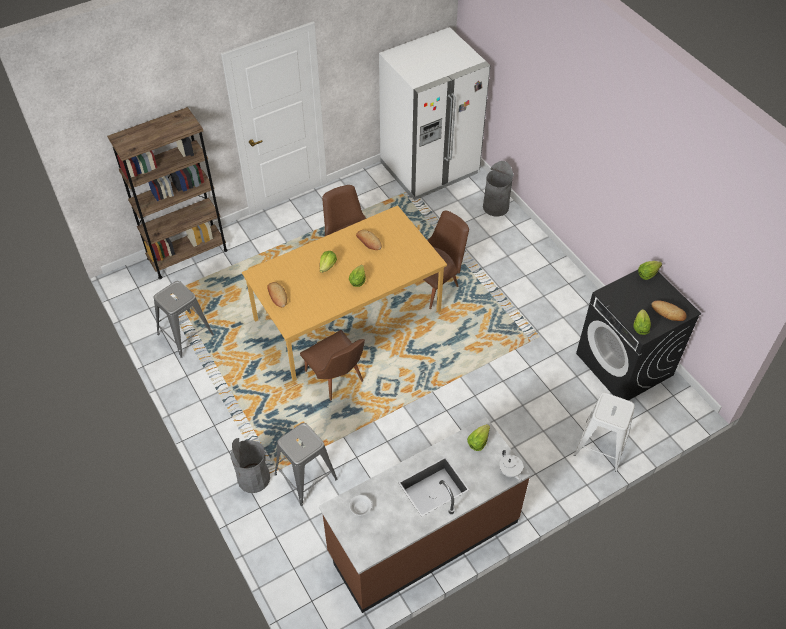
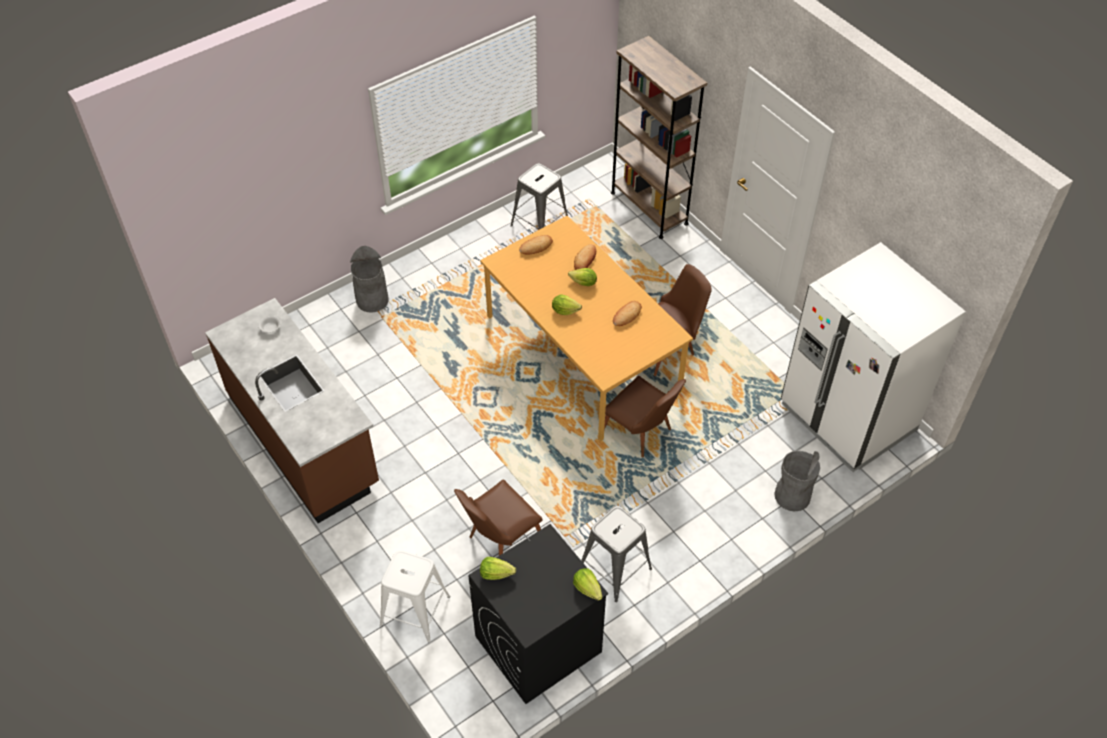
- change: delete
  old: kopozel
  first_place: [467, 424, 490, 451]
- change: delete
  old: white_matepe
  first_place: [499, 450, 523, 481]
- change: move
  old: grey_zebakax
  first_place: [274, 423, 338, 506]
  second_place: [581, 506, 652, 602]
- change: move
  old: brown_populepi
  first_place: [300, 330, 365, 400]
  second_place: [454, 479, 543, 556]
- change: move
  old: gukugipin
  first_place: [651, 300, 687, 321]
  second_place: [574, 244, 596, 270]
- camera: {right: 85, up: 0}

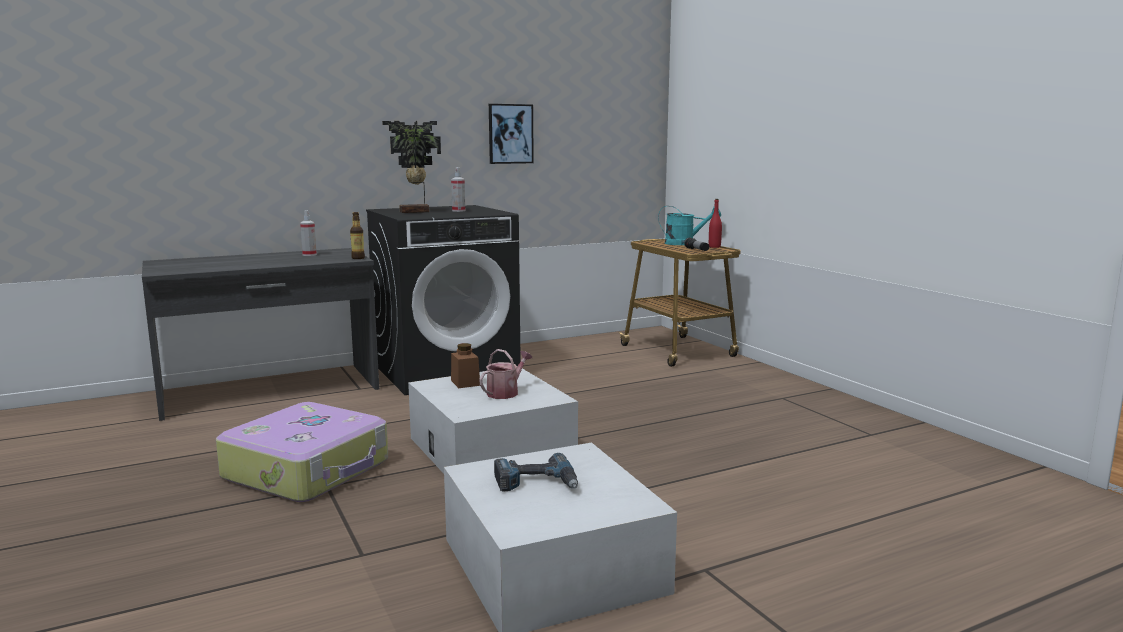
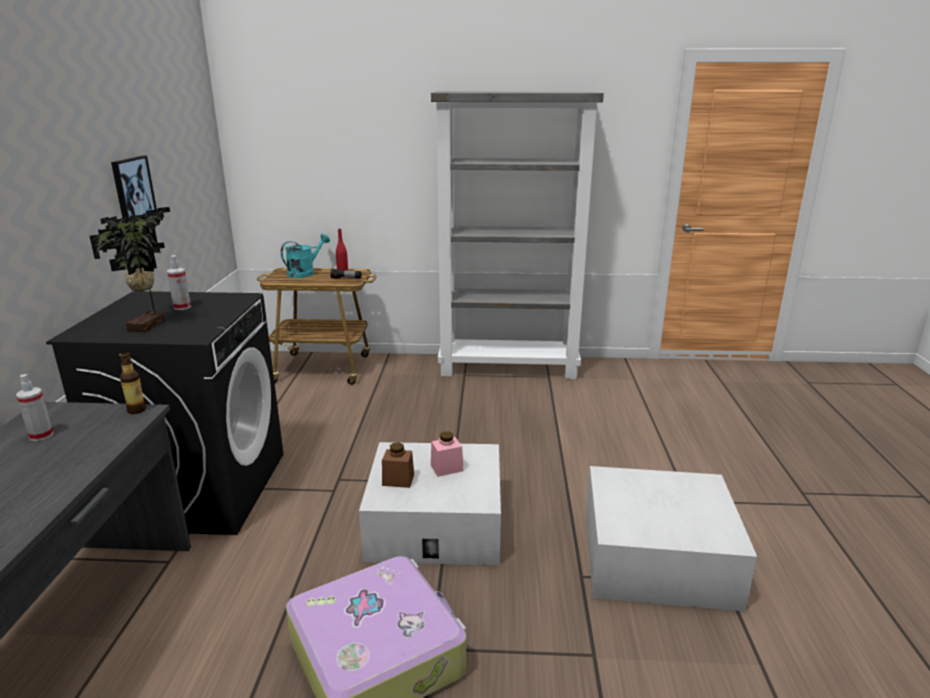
- change: delete
  old: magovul
  first_place: [494, 453, 578, 492]
- change: insert
  new: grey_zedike
  second_place: [431, 91, 604, 379]
- change: replace
  old: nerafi
  new: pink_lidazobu
  first_place: [479, 349, 532, 399]
  second_place: [431, 431, 464, 477]
- camera: {right: -60, up: 10}

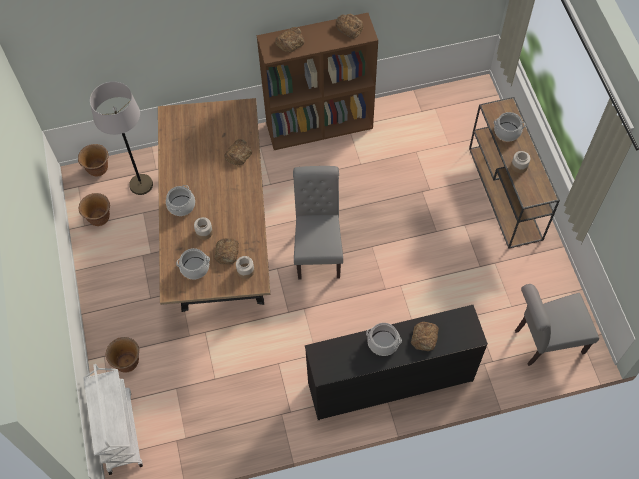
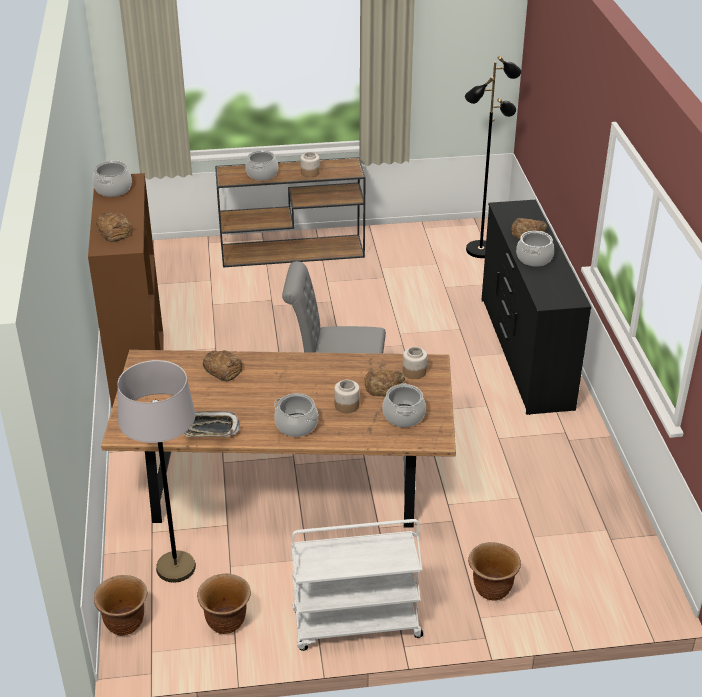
- change: insert
  new: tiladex
  second_place: [184, 411, 240, 437]
- change: move
  old: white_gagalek
  first_place: [83, 364, 143, 475]
  second_place: [291, 519, 423, 651]
- change: replace
  old: gukugipin
  new: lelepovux
  first_place: [336, 14, 363, 39]
  second_place: [92, 161, 132, 197]
- change: replace
  old: grey_populepi
  new: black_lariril
  first_place: [515, 284, 599, 366]
  second_place: [465, 56, 521, 258]
- camera: {right: -85, up: -25}

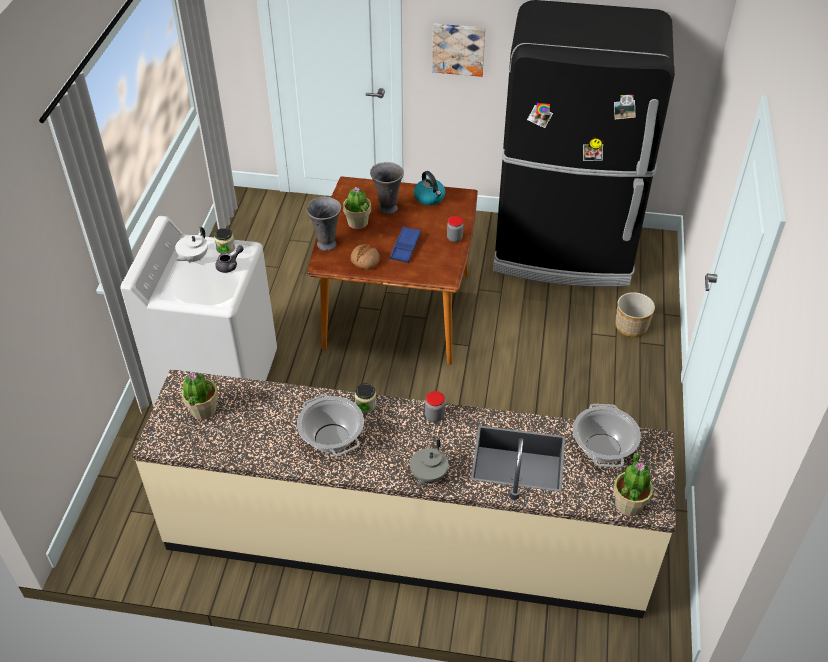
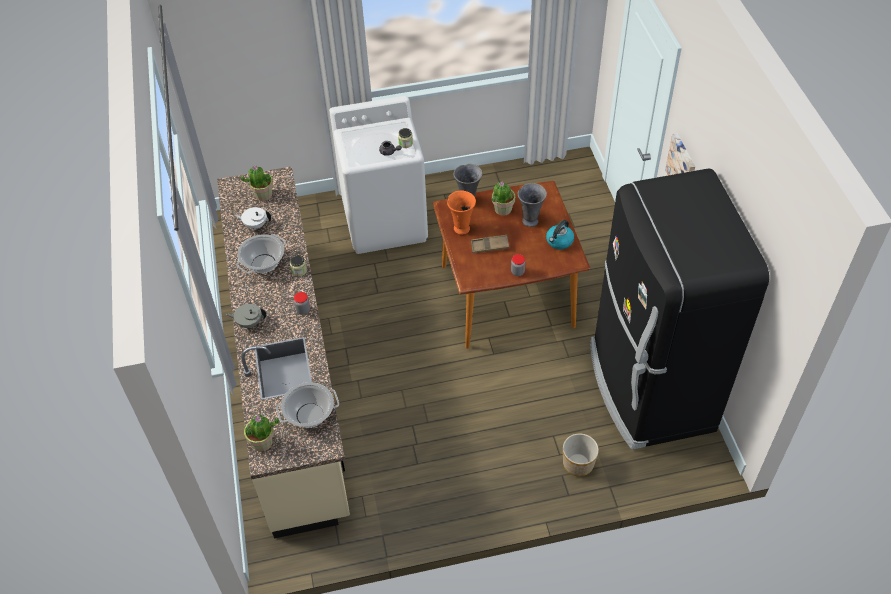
- change: move
  old: white_matepe
  first_place: [175, 227, 208, 263]
  second_place: [234, 207, 271, 229]
- change: replace
  old: gukugipin
  new: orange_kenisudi
  first_place: [351, 244, 380, 270]
  second_place: [447, 191, 476, 235]
- change: recolor
  old: blue_tiladex
  new: brown_tiladex
  first_place: [390, 226, 421, 263]
  second_place: [471, 235, 509, 253]
- camera: {right: 70, up: 5}

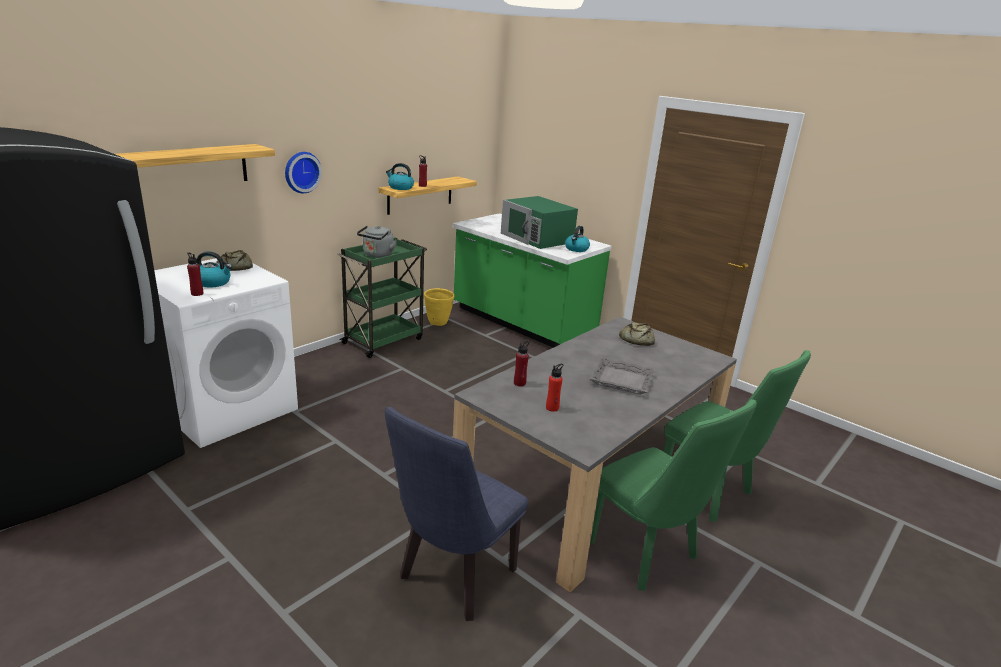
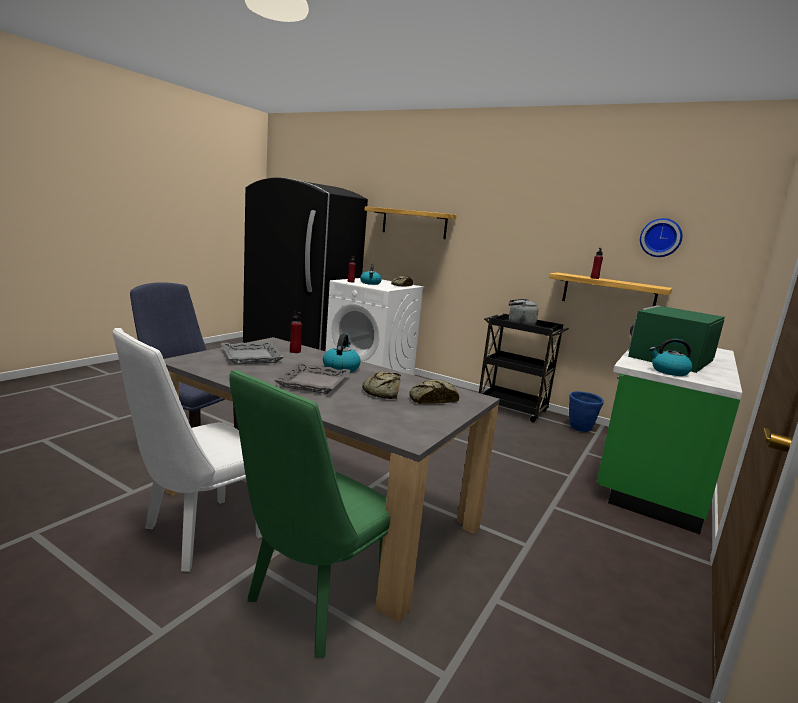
- change: insert
  new: gukugipin
  second_place: [362, 371, 401, 399]
- change: move
  old: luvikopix
  first_place: [285, 152, 322, 193]
  second_place: [640, 218, 683, 257]
- change: move
  old: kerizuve
  first_place: [386, 163, 414, 190]
  second_place: [323, 334, 361, 373]
- change: replace
  old: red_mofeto
  new: grey_tiladex
  first_place: [546, 364, 563, 412]
  second_place: [221, 342, 284, 364]
- change: recolor
  old: green_gagalek
  new: black_gagalek
  first_place: [337, 238, 427, 358]
  second_place: [479, 313, 569, 422]
- change: recolor
  old: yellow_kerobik
  new: blue_kerobik
  first_place: [424, 288, 454, 326]
  second_place: [569, 391, 604, 432]
- change: recolor
  old: green_populepi
  new: white_populepi
  first_place: [590, 399, 757, 591]
  second_place: [113, 328, 262, 572]
- camera: {right: 80, up: -10}

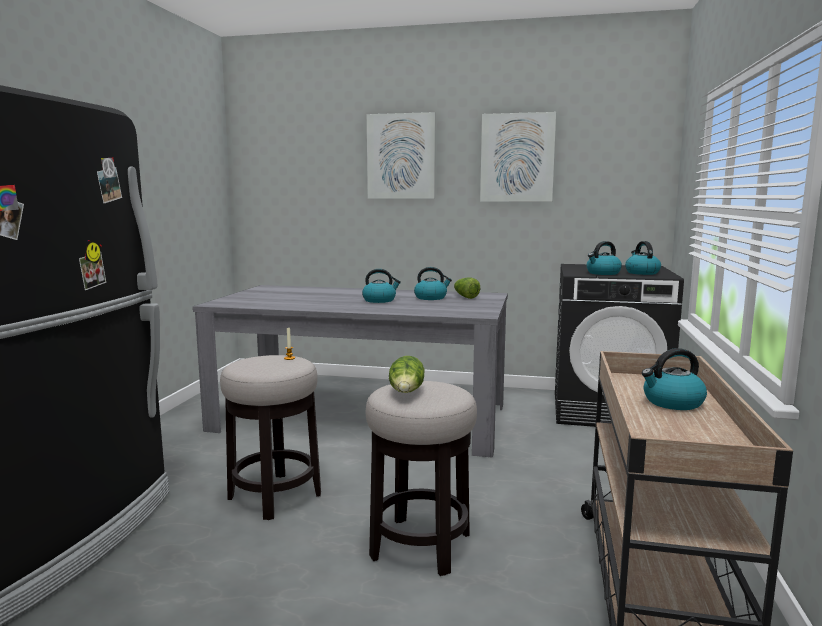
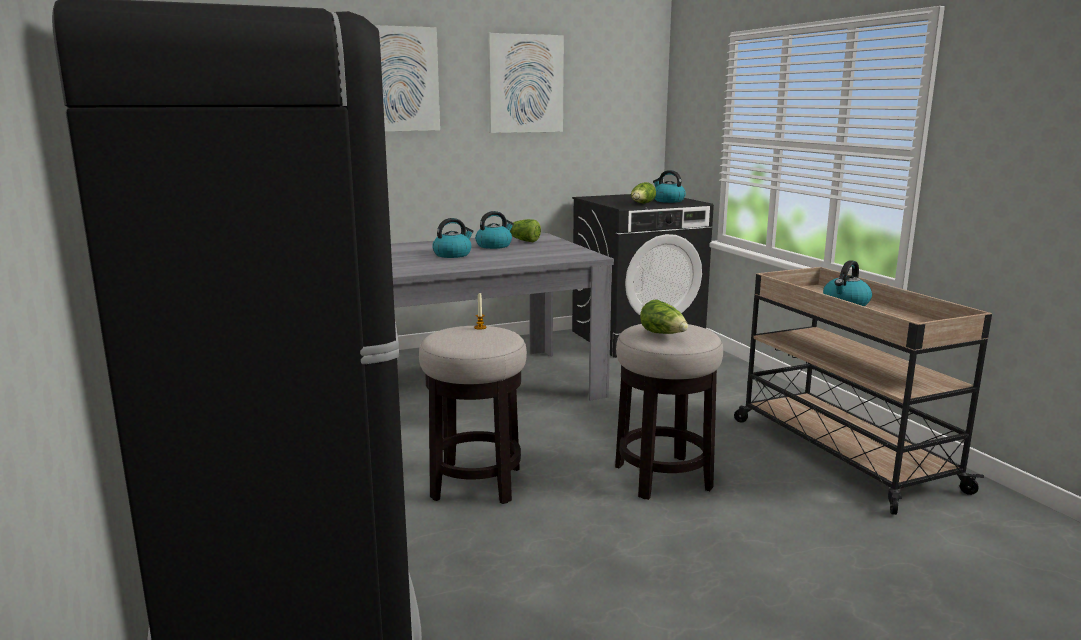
- change: replace
  old: kerizuve
  new: kopozel
  first_place: [587, 241, 622, 275]
  second_place: [631, 182, 656, 204]
- camera: {right: -35, up: 5}

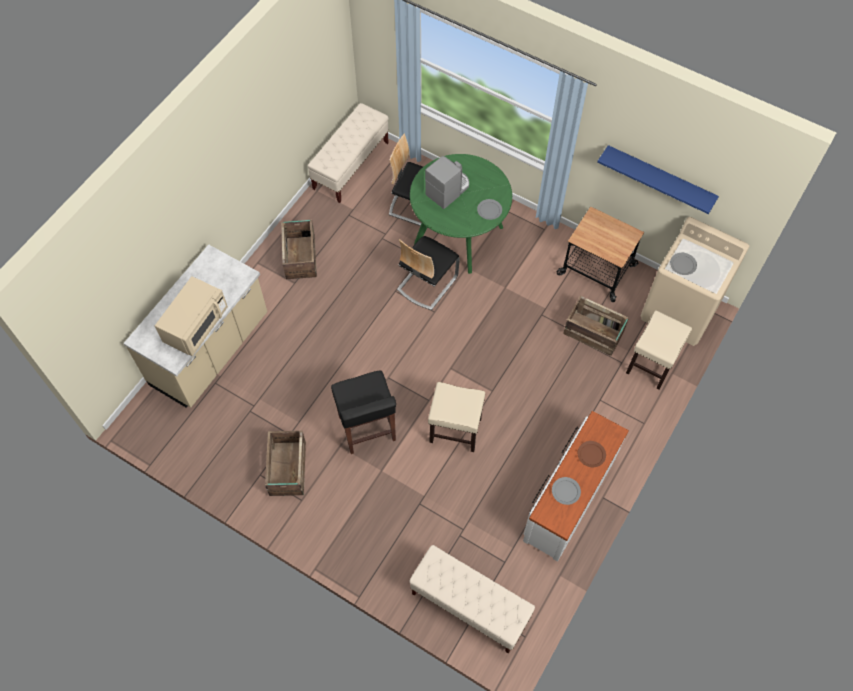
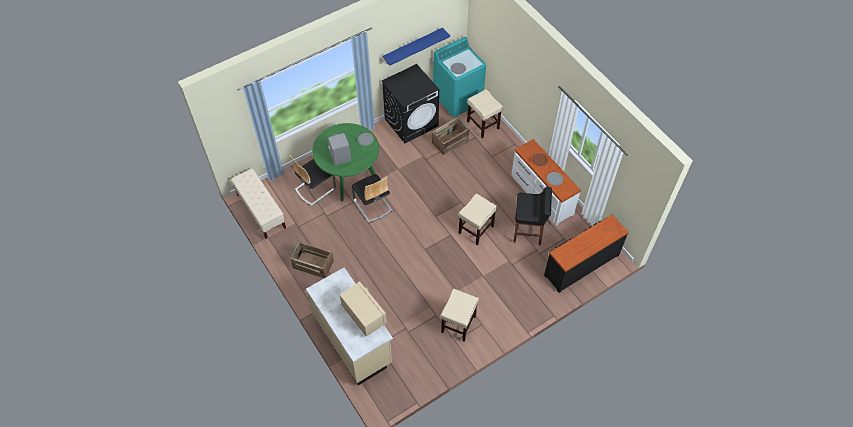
- change: move
  old: black_zebakax
  first_place: [331, 371, 396, 454]
  second_place: [513, 187, 552, 245]
- change: replace
  old: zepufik
  new: beige_zebakax
  first_place: [265, 431, 306, 496]
  second_place: [441, 289, 479, 342]
- change: replace
  old: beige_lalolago
  new: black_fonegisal
  first_place: [410, 545, 535, 654]
  second_place: [544, 215, 629, 293]
- change: replace
  old: gagalek
  new: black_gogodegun
  first_place: [556, 206, 644, 302]
  second_place: [382, 64, 439, 143]
- change: recolor
  old: beige_gogodegun
  new: turquoise_gogodegun
  first_place: [641, 217, 750, 346]
  second_place: [433, 37, 486, 117]
- camera: {right: -65, up: -5}

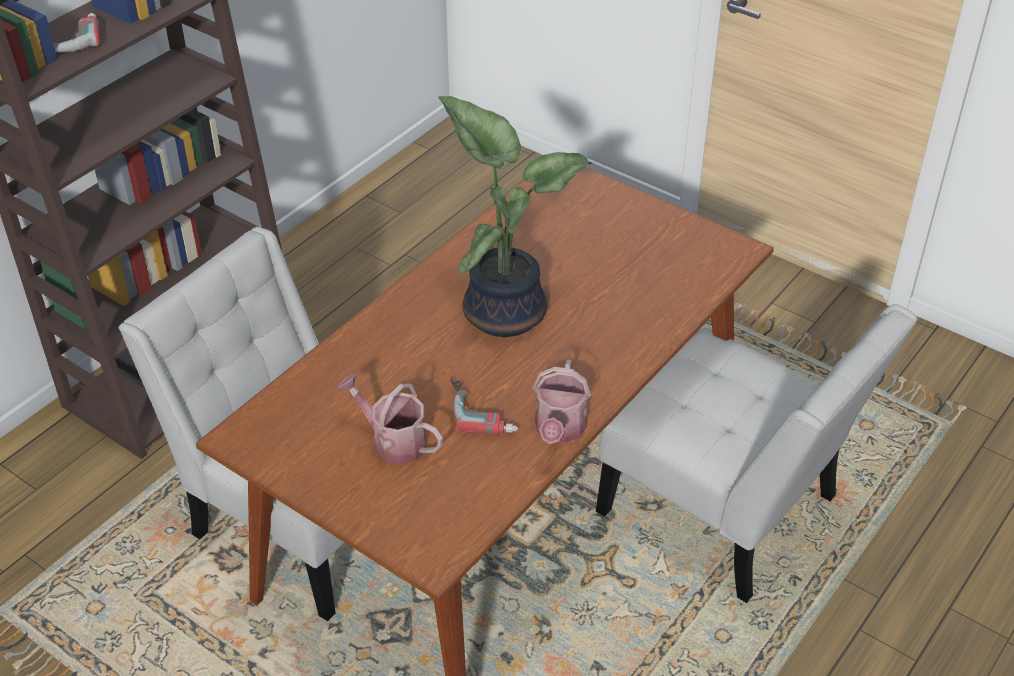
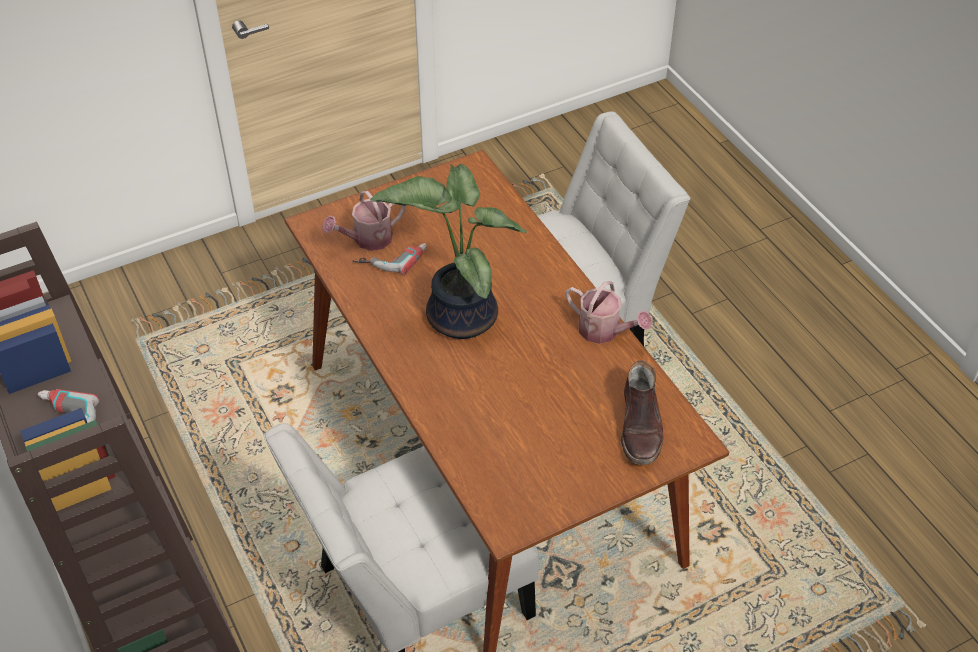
- change: insert
  new: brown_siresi
  second_place: [621, 360, 663, 465]
- change: move
  old: nerafi
  first_place: [336, 374, 443, 465]
  second_place: [322, 191, 406, 251]
- change: move
  old: magovul
  first_place: [450, 377, 519, 435]
  second_place: [352, 243, 426, 275]
- camera: {right: -65, up: 5}

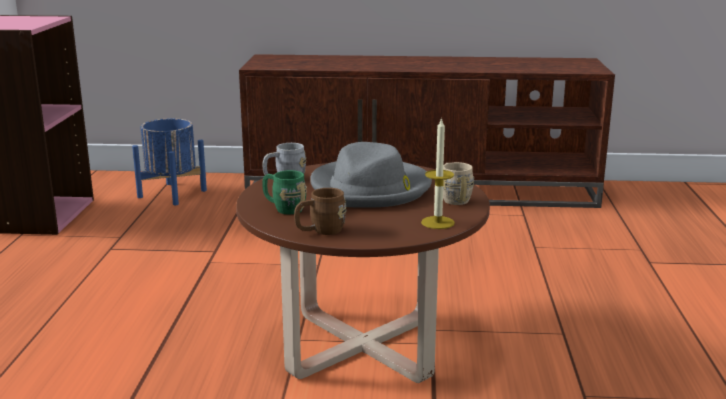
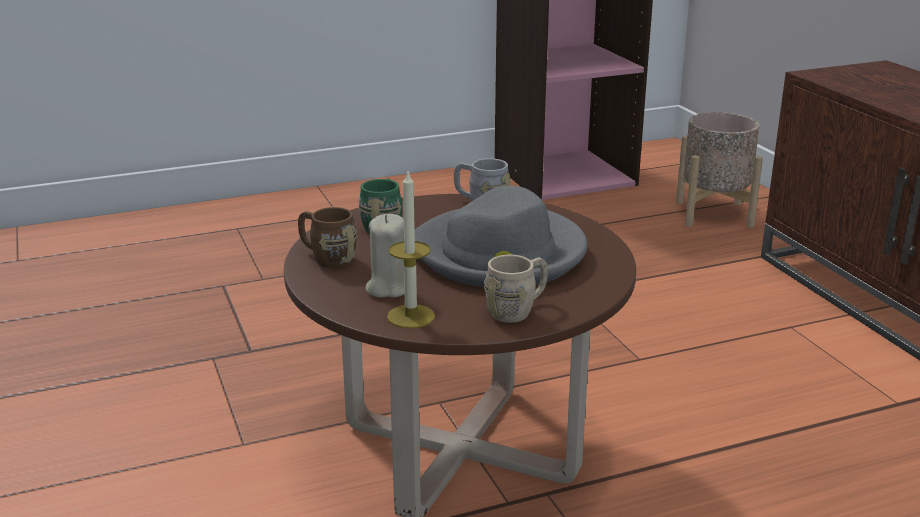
- change: insert
  new: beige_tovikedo
  second_place: [366, 214, 405, 298]
- change: recolor
  old: blue_kerobik
  new: beige_kerobik
  first_place: [132, 119, 207, 205]
  second_place: [676, 112, 763, 228]
- camera: {right: 65, up: 5}

